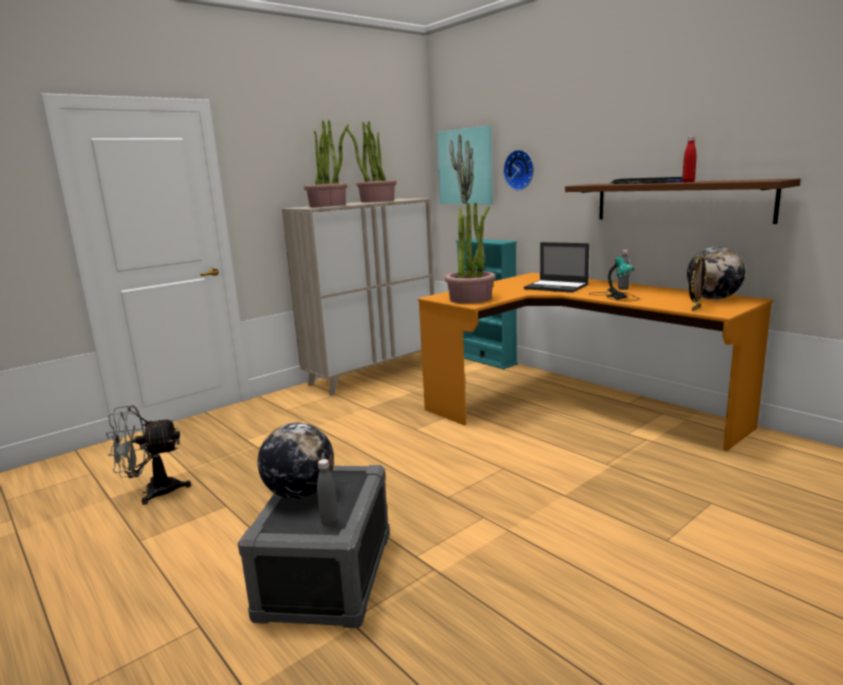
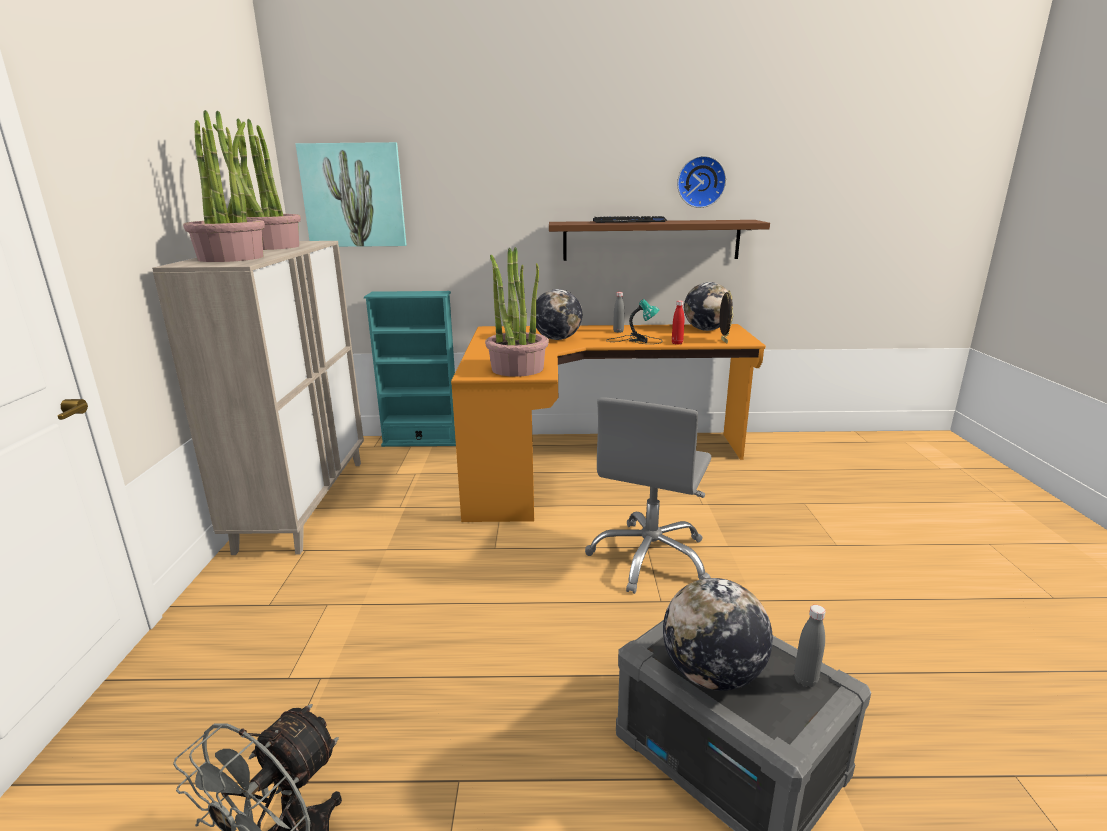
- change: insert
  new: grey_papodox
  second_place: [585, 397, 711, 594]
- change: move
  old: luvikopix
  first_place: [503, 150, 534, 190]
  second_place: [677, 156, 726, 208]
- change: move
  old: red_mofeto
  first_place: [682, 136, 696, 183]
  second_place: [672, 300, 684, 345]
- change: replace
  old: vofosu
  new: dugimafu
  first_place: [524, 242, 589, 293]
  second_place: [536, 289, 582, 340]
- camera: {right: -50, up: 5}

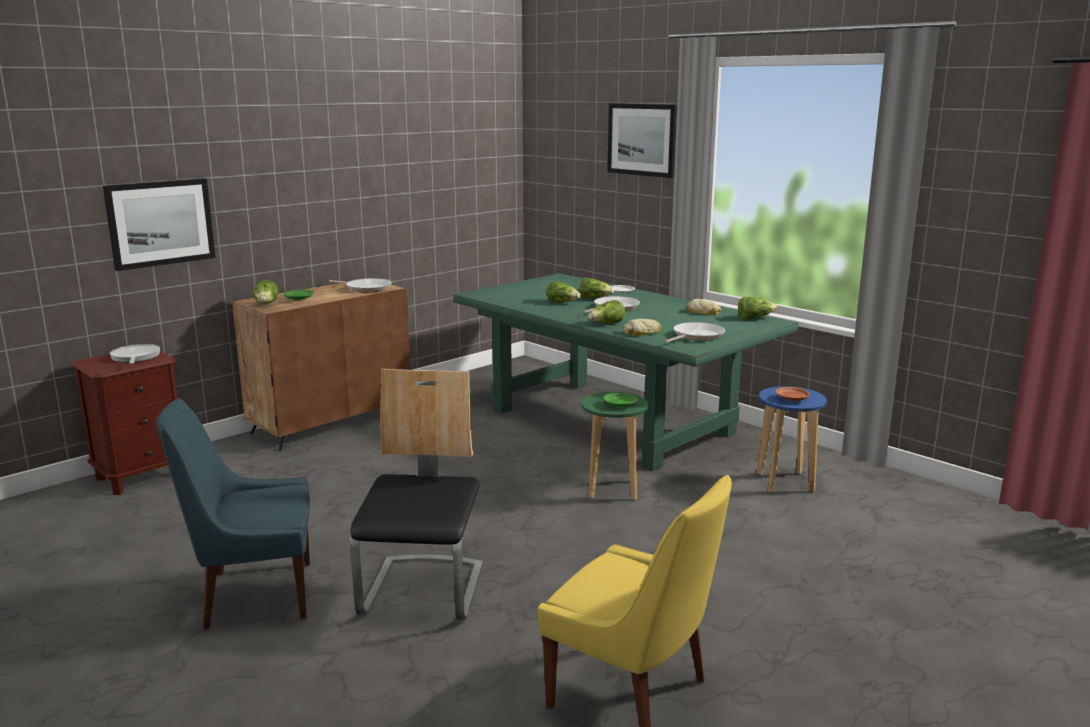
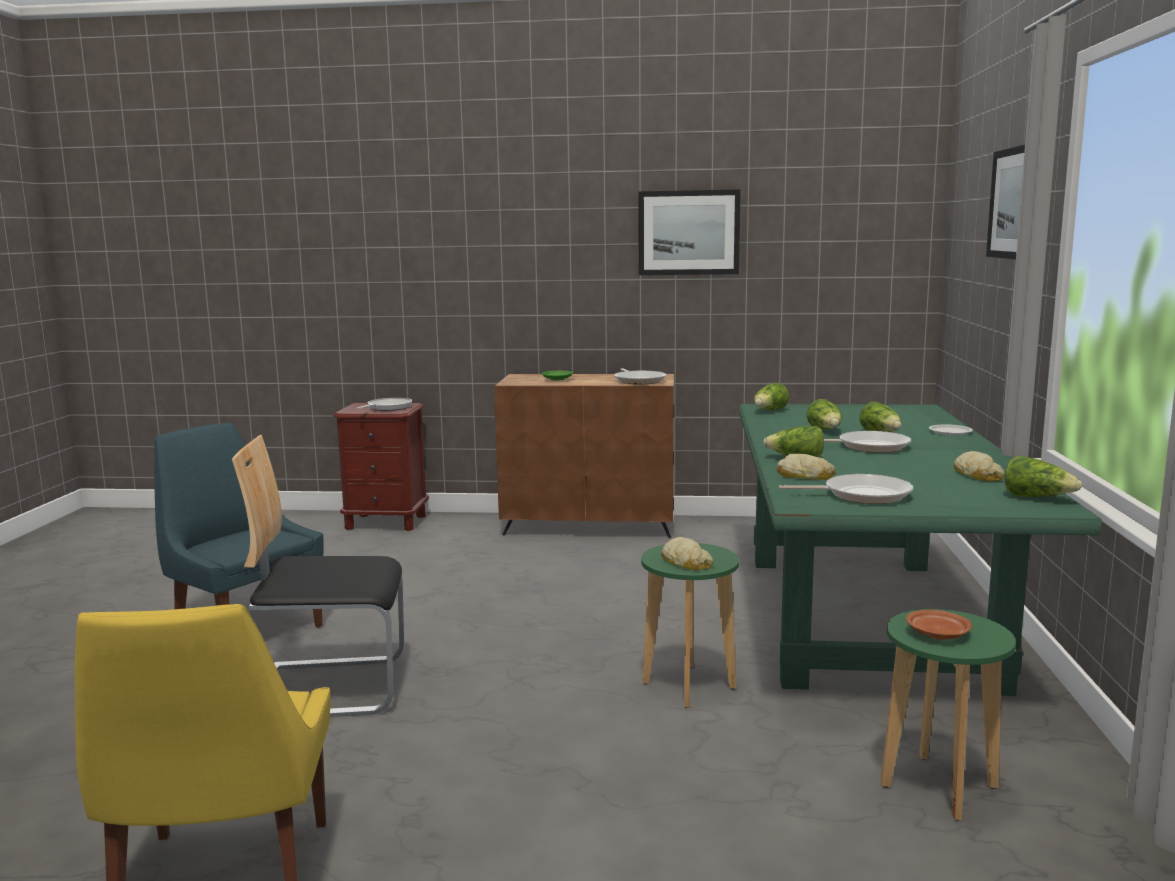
- change: move
  old: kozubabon
  first_place: [103, 178, 216, 271]
  second_place: [638, 189, 741, 275]
- change: move
  old: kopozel
  first_place: [253, 280, 278, 304]
  second_place: [754, 383, 789, 410]
- change: replace
  old: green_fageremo
  new: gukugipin
  first_place: [603, 393, 638, 407]
  second_place: [661, 537, 713, 571]
- change: recolor
  old: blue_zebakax
  new: green_zebakax
  first_place: [757, 386, 827, 493]
  second_place: [880, 609, 1016, 820]
- change: rotate
  old: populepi
  first_place: [350, 369, 483, 620]
  second_place: [232, 435, 404, 717]
  degrees: -150
- camera: {right: 50, up: -5}

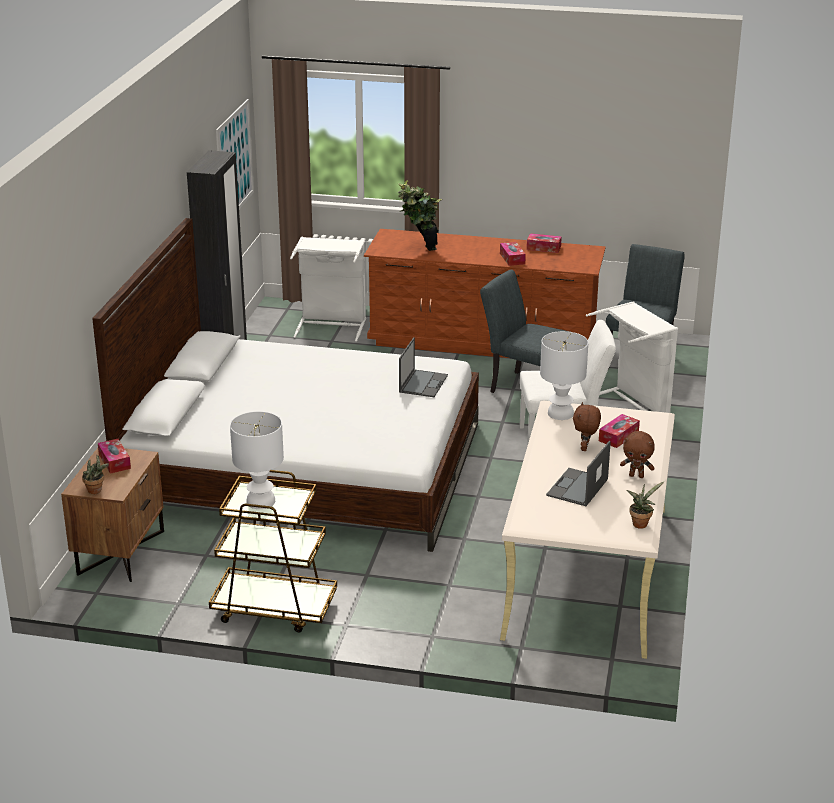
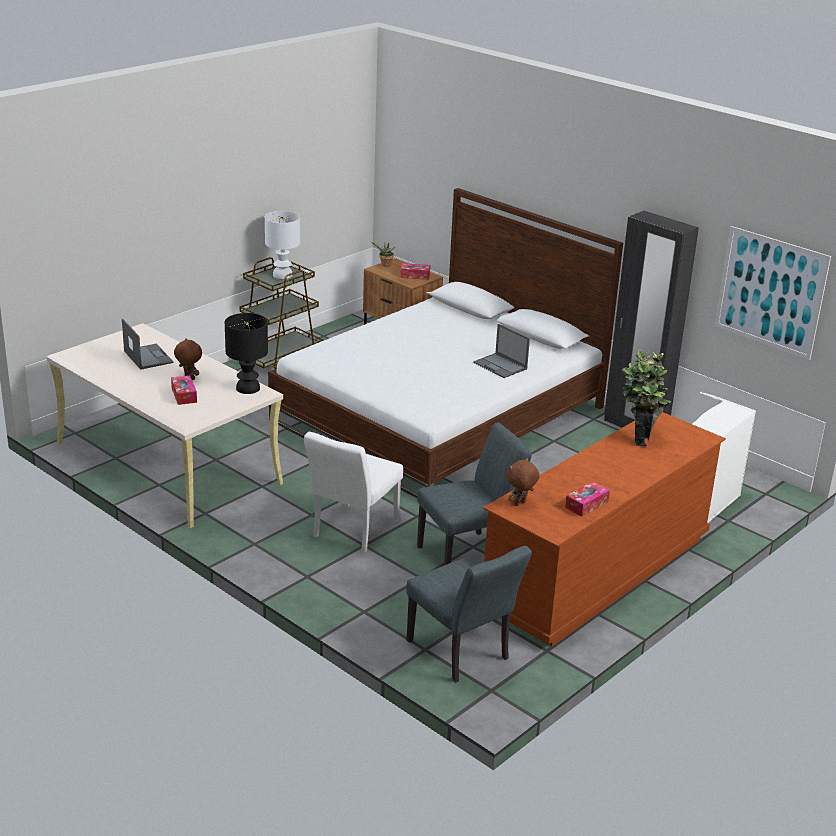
- change: delete
  old: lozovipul
  first_place: [500, 242, 526, 266]
- change: delete
  old: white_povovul
  first_place: [586, 301, 678, 413]
- change: delete
  old: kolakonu
  first_place: [626, 481, 665, 529]
- change: move
  old: vofosu
  first_place: [399, 337, 448, 397]
  second_place: [473, 324, 530, 378]
- change: move
  old: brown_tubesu
  first_place: [620, 431, 655, 478]
  second_place: [506, 458, 540, 506]
- change: recolor
  old: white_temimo
  new: black_temimo
  first_place: [540, 331, 588, 420]
  second_place: [225, 313, 268, 394]
- camera: {right: 120, up: 0}

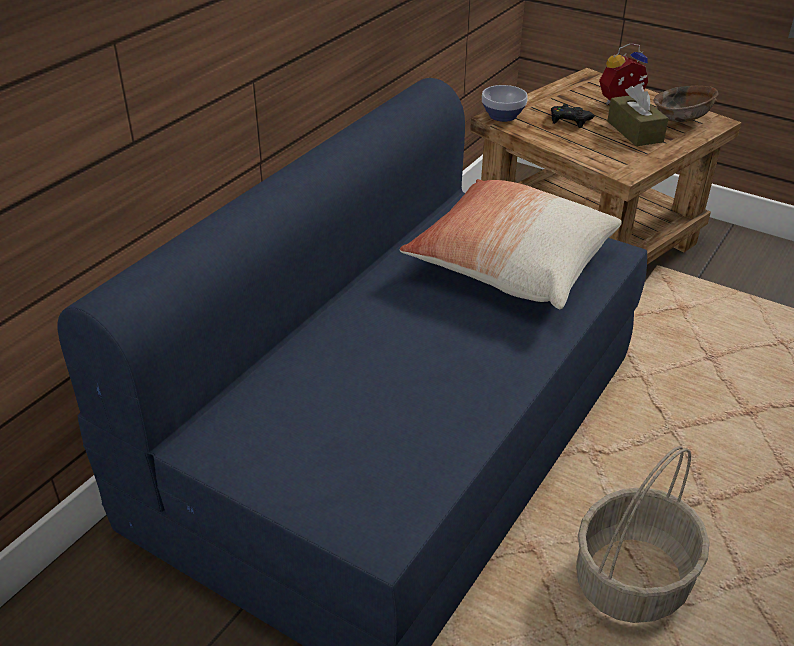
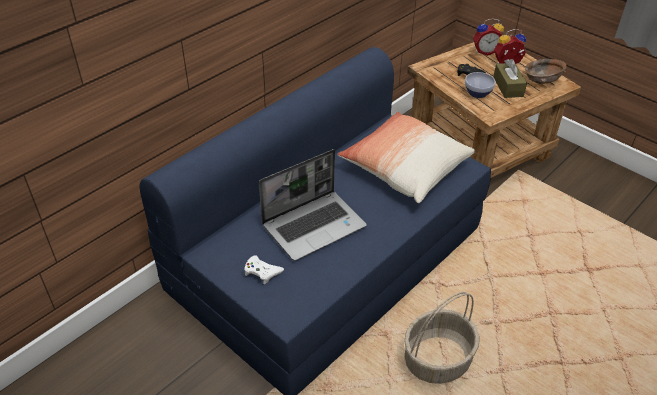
- change: insert
  new: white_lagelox
  second_place: [244, 255, 284, 285]
- change: insert
  new: vofosu
  second_place: [259, 149, 367, 261]
- change: insert
  new: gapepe
  second_place: [473, 18, 504, 56]
- change: move
  old: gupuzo
  first_place: [482, 85, 528, 122]
  second_place: [465, 72, 496, 98]
- camera: {right: 10, up: 5}

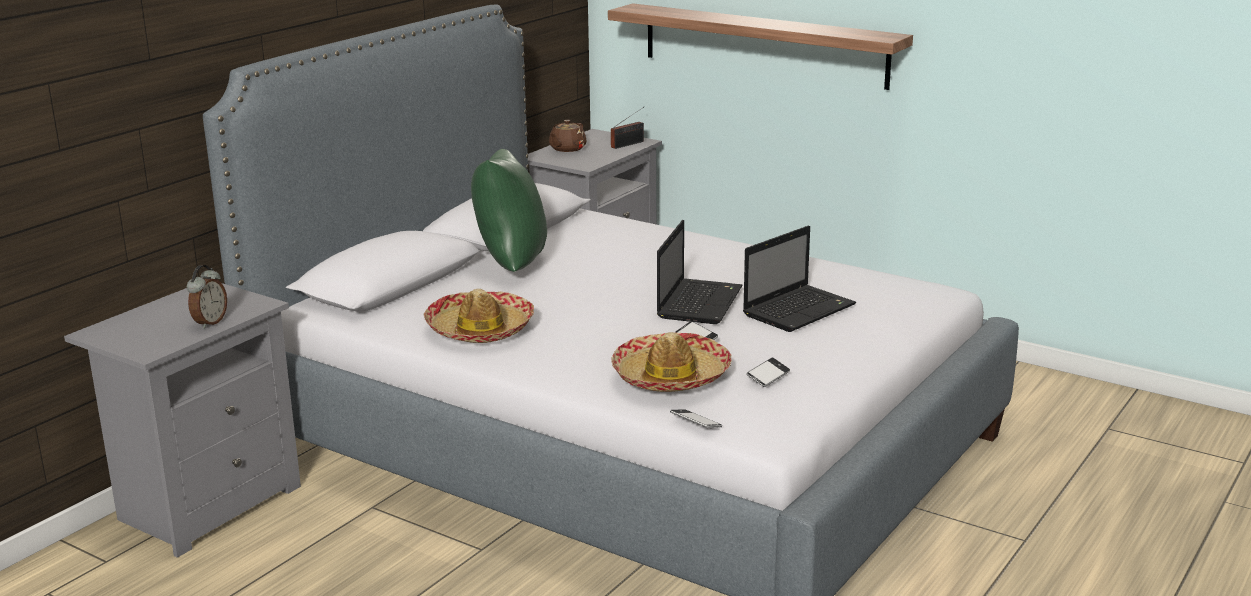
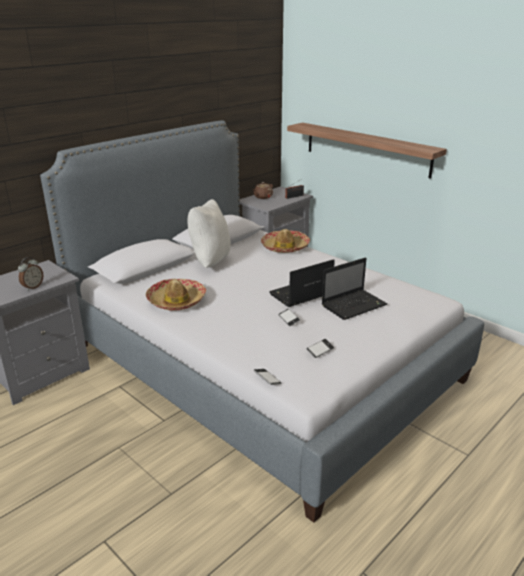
- change: move
  old: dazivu
  first_place: [611, 332, 732, 392]
  second_place: [261, 229, 310, 253]
- change: recolor
  old: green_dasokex
  new: white_dasokex
  first_place: [471, 149, 547, 272]
  second_place: [187, 199, 231, 268]
- change: rotate
  old: vofosu
  first_place: [657, 220, 743, 324]
  second_place: [269, 259, 335, 307]
  degrees: -150
- camera: {right: 10, up: 5}

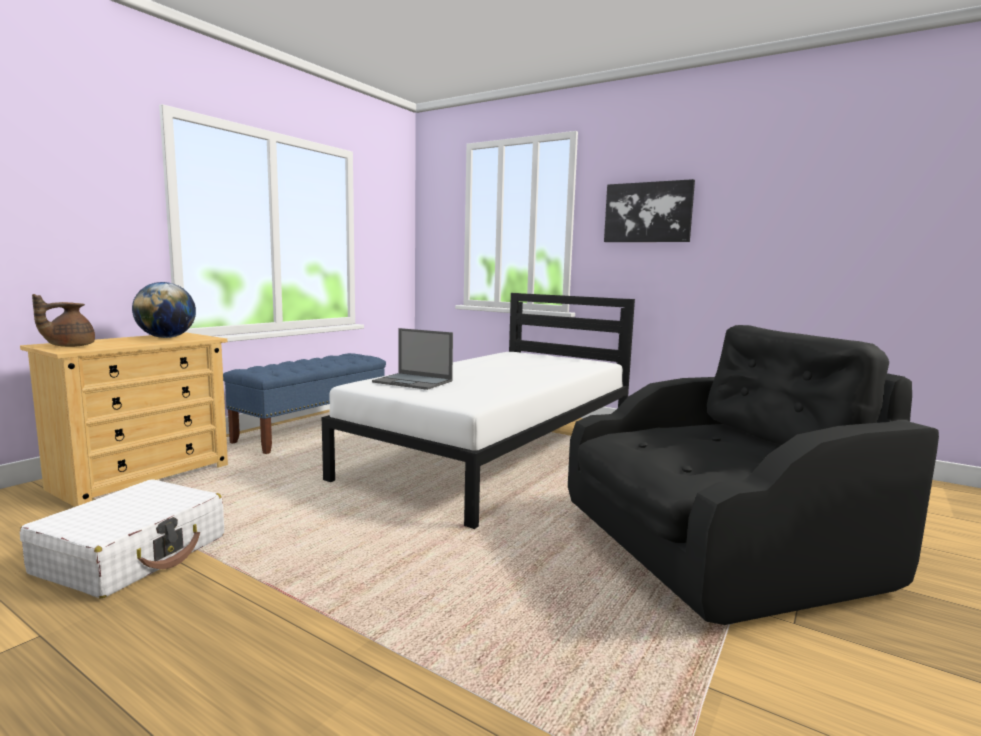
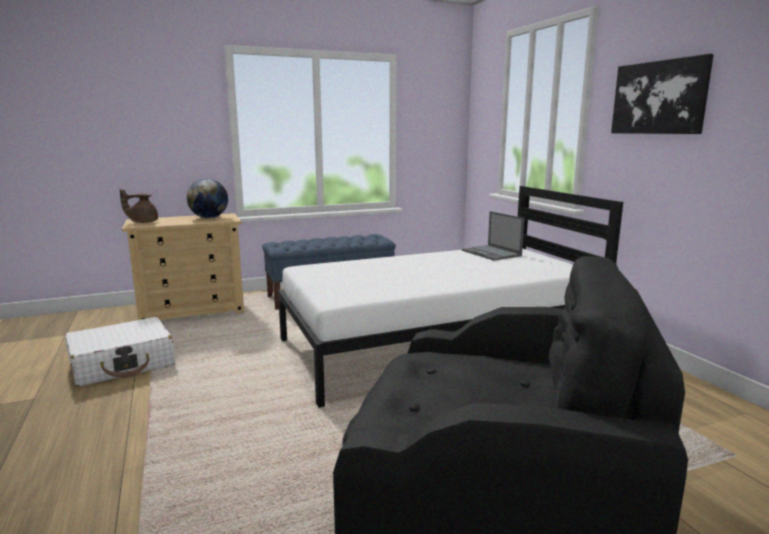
- change: move
  old: vofosu
  first_place: [372, 328, 453, 390]
  second_place: [462, 211, 525, 260]
- camera: {right: 35, up: 5}

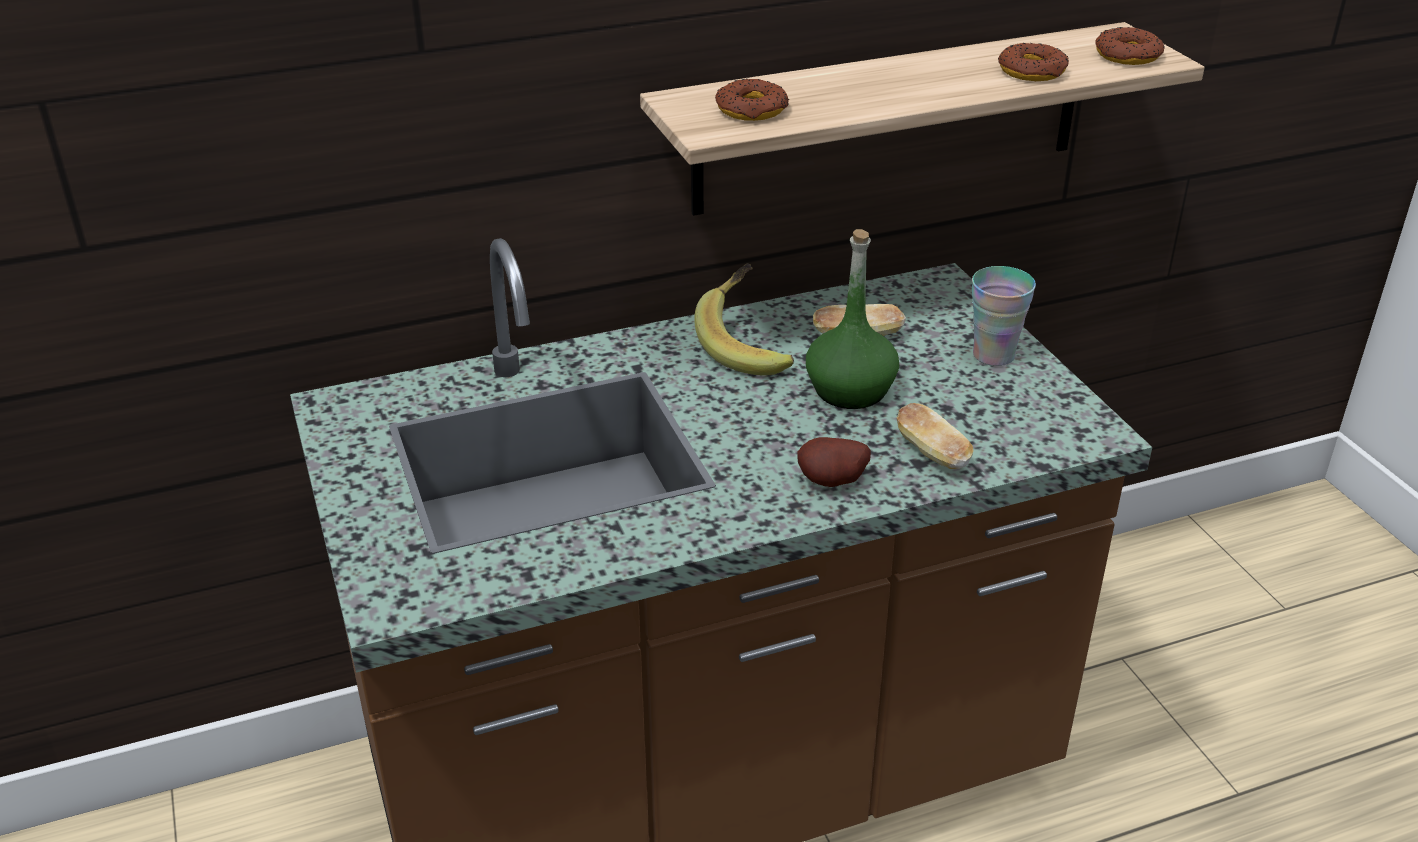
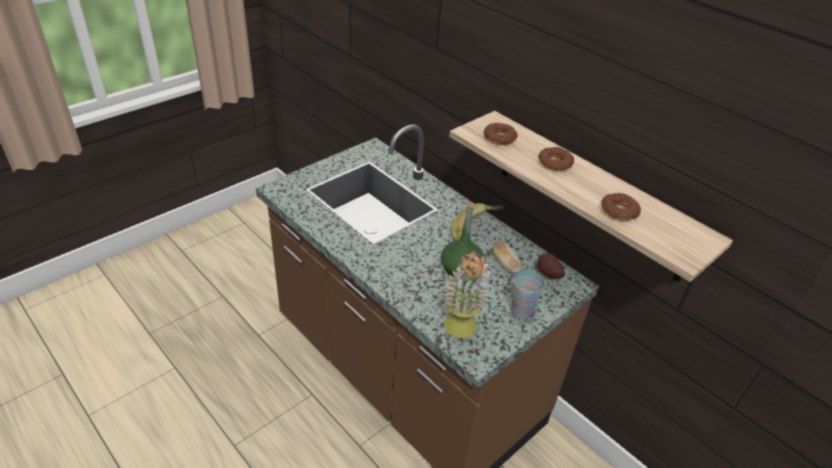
- change: delete
  old: gukugipin
  first_place: [897, 403, 974, 469]
- change: insert
  new: kolakonu
  second_place: [443, 250, 491, 338]
- change: move
  old: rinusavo
  first_place: [797, 437, 871, 487]
  second_place: [537, 253, 565, 279]
- change: move
  old: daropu
  first_place: [1096, 27, 1164, 65]
  second_place: [538, 147, 574, 171]
- camera: {right: 65, up: 5}

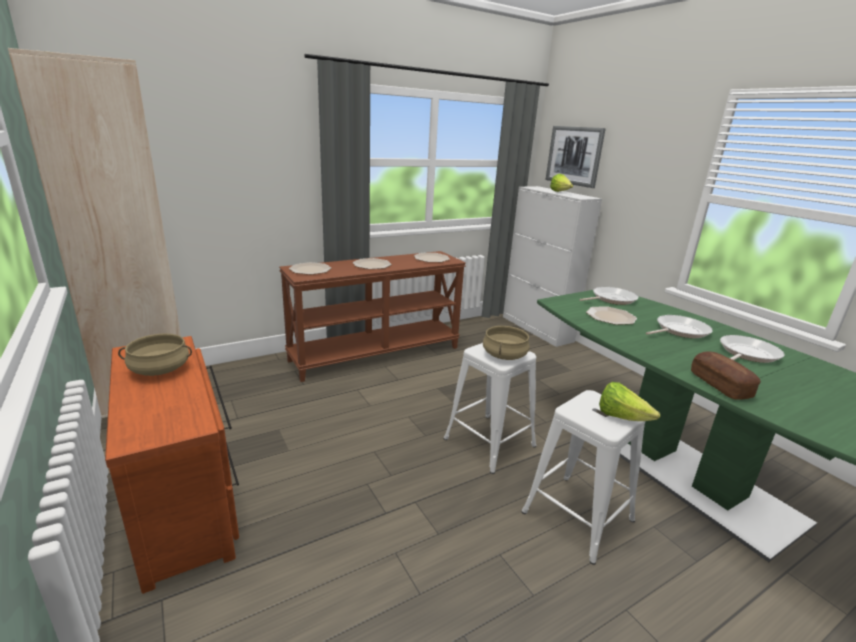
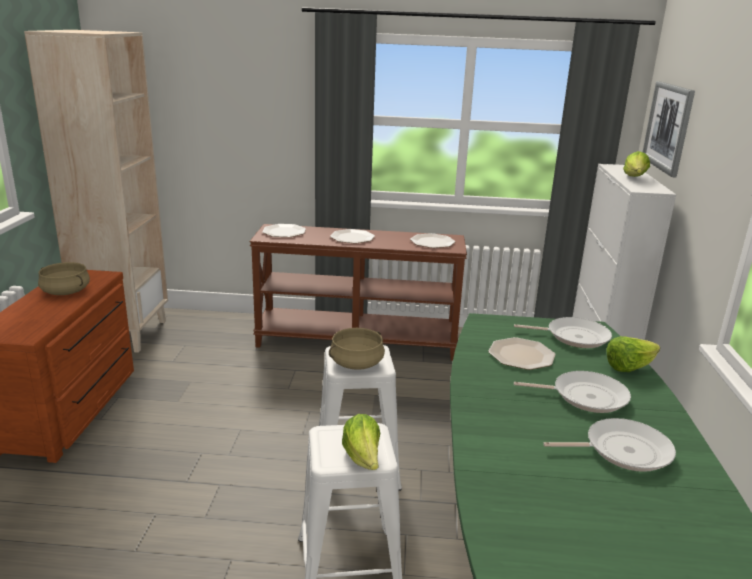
- change: delete
  old: gukugipin
  first_place: [691, 351, 761, 400]
- change: insert
  new: kopozel
  second_place: [606, 336, 660, 372]
- camera: {right: 35, up: 0}

